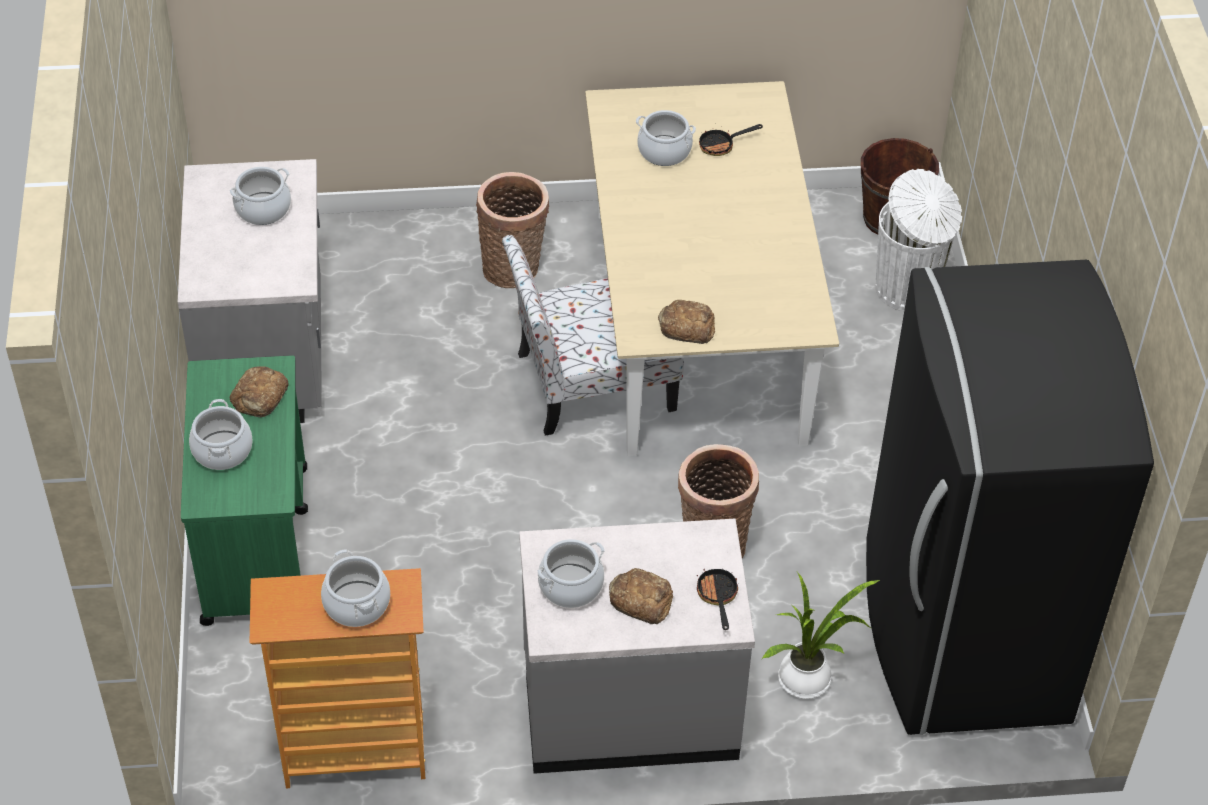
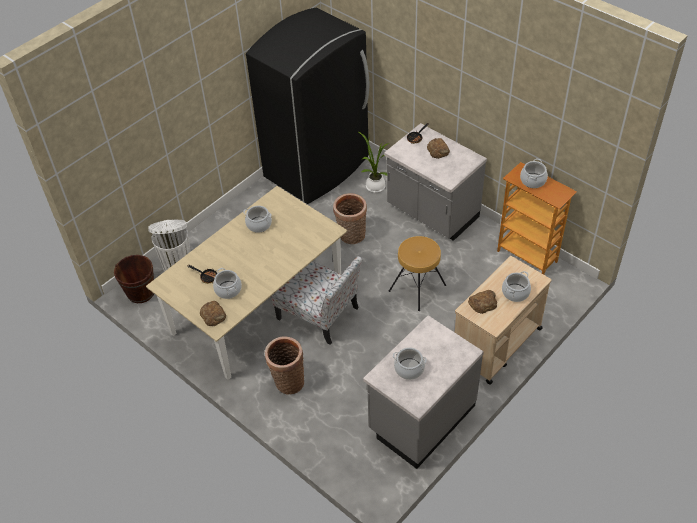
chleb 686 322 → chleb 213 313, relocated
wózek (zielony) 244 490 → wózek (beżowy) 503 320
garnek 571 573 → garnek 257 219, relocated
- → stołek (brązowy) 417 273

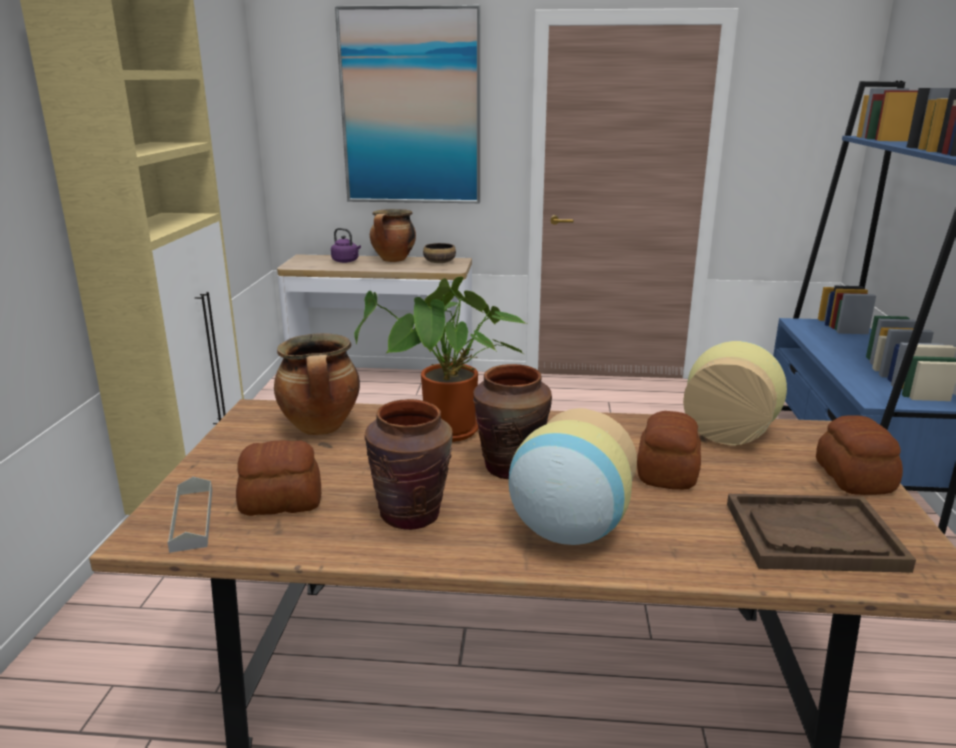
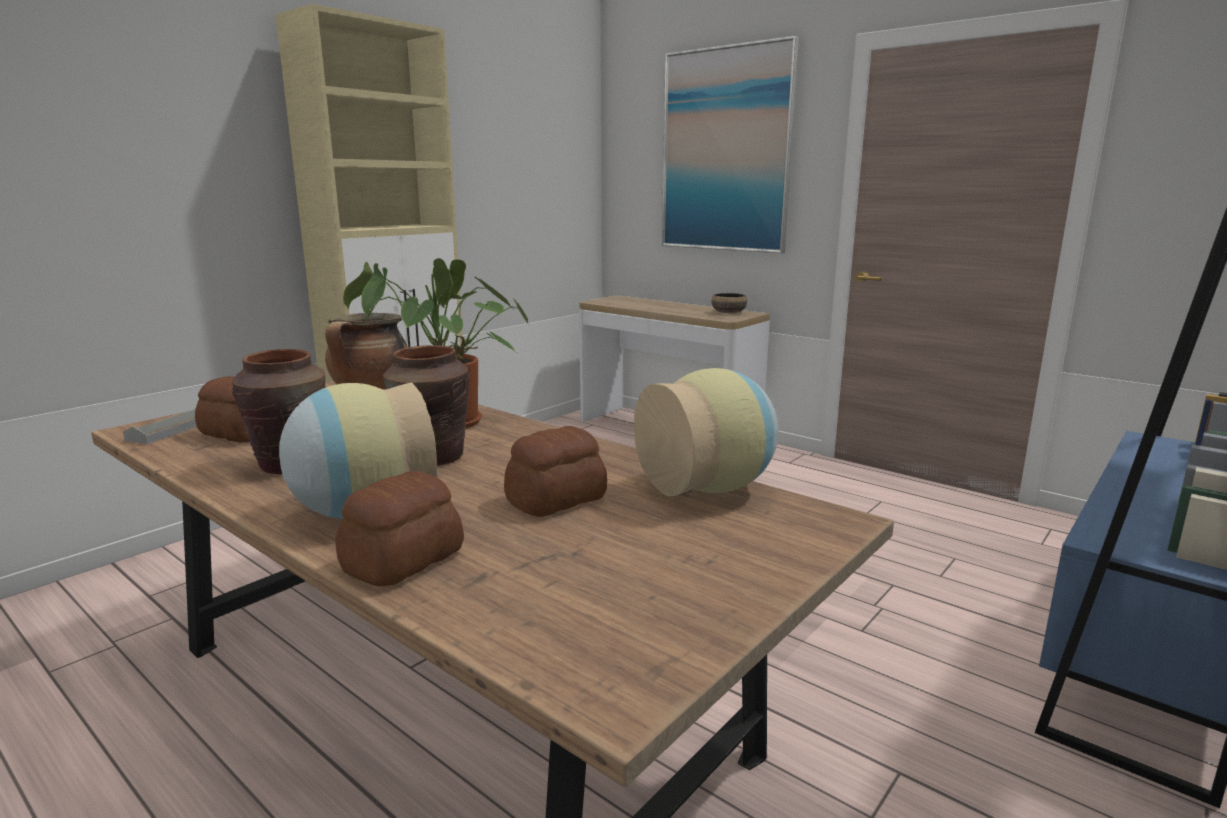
garnek 393 235 → -
czajnik (fioletowy) 346 245 → -
chleb 859 455 → chleb 399 528, relocated
taca (brązowy) 821 533 → -

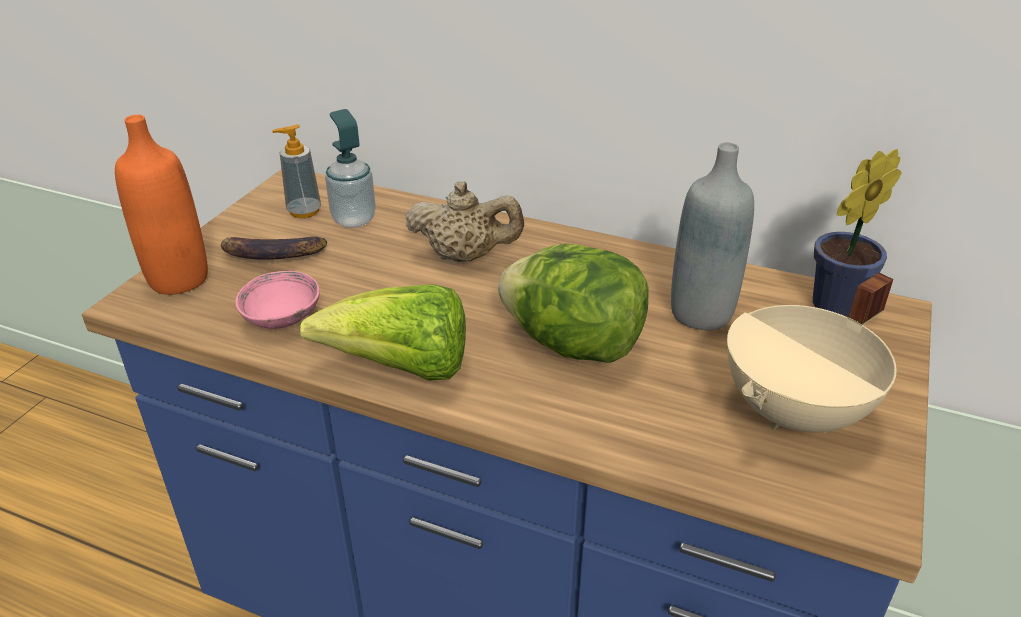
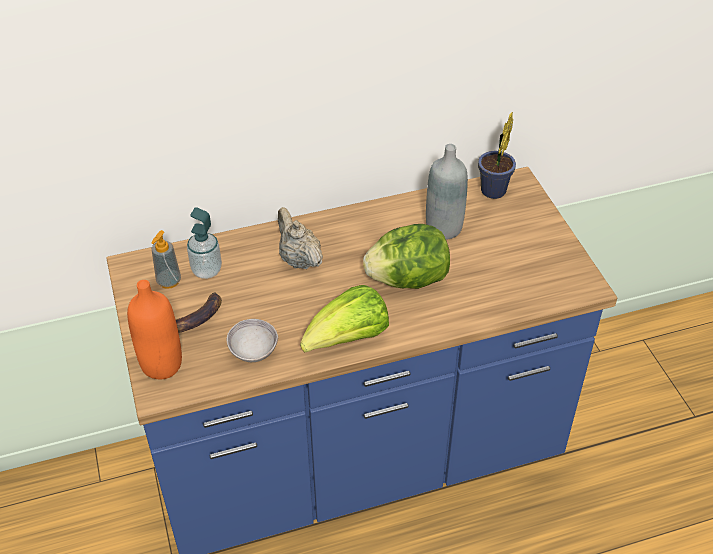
imbryk (beżowy) 464 222 → imbryk (beżowy) 300 238, 90 degrees counterclockwise
miska (różowy) 277 300 → miska (szary) 252 340
garnek (beżowy) 812 353 → -

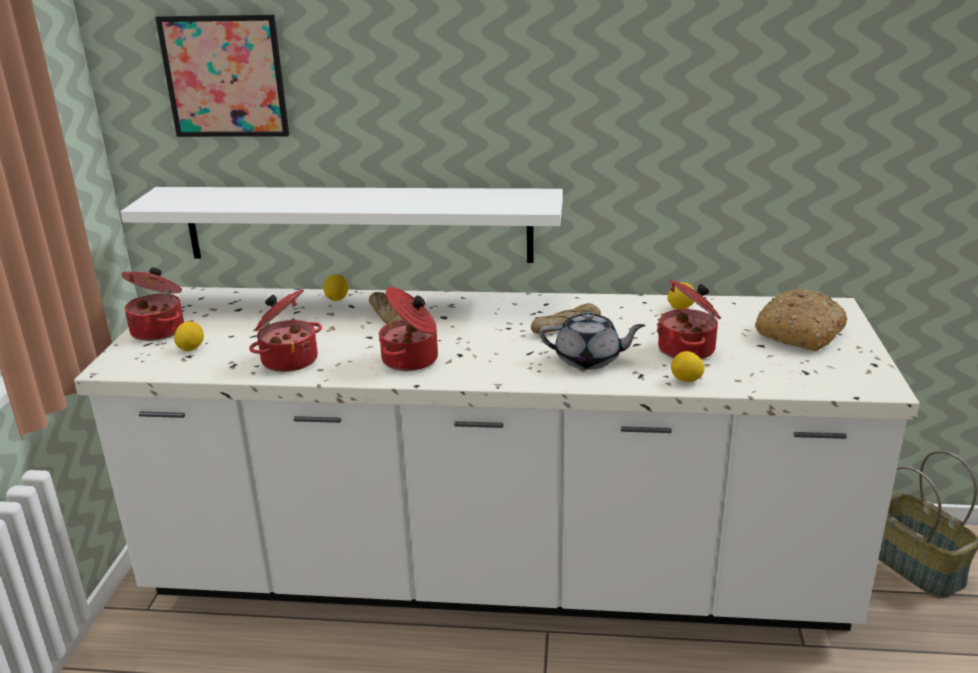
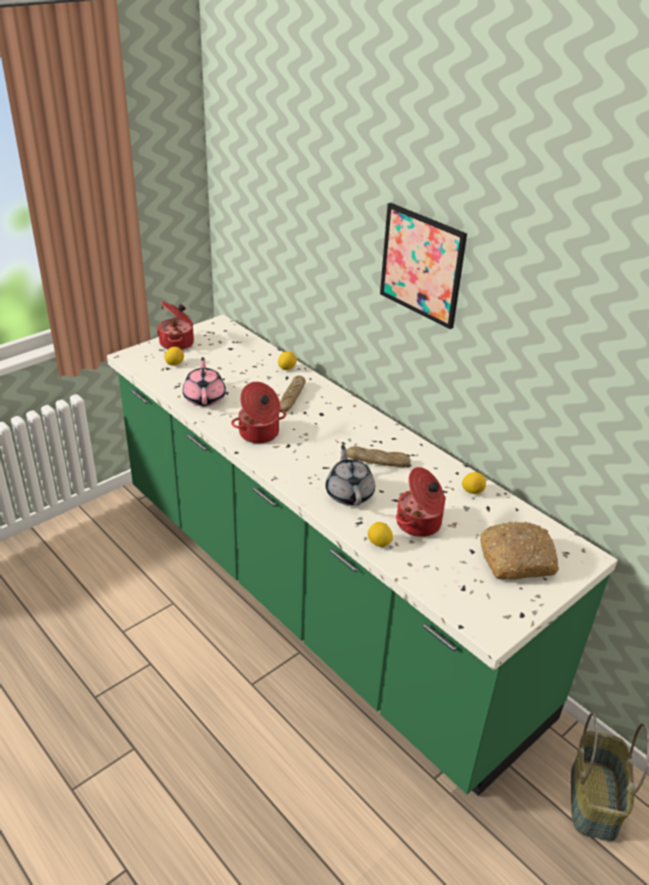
obraz 222 76 → obraz 423 266, relocated
półka (biały) 342 225 → -
zabudowa kuchenna (biały) 497 459 → zabudowa kuchenna (zielony) 362 555
garnek 285 330 → imbryk (różowy) 204 381
imbryk (szary) 592 341 → imbryk (szary) 350 475, 150 degrees counterclockwise

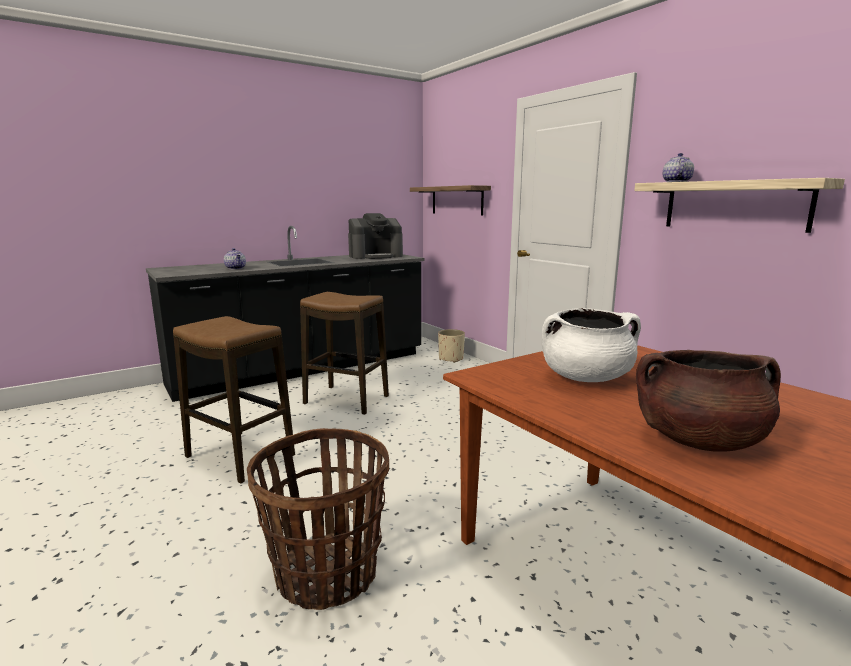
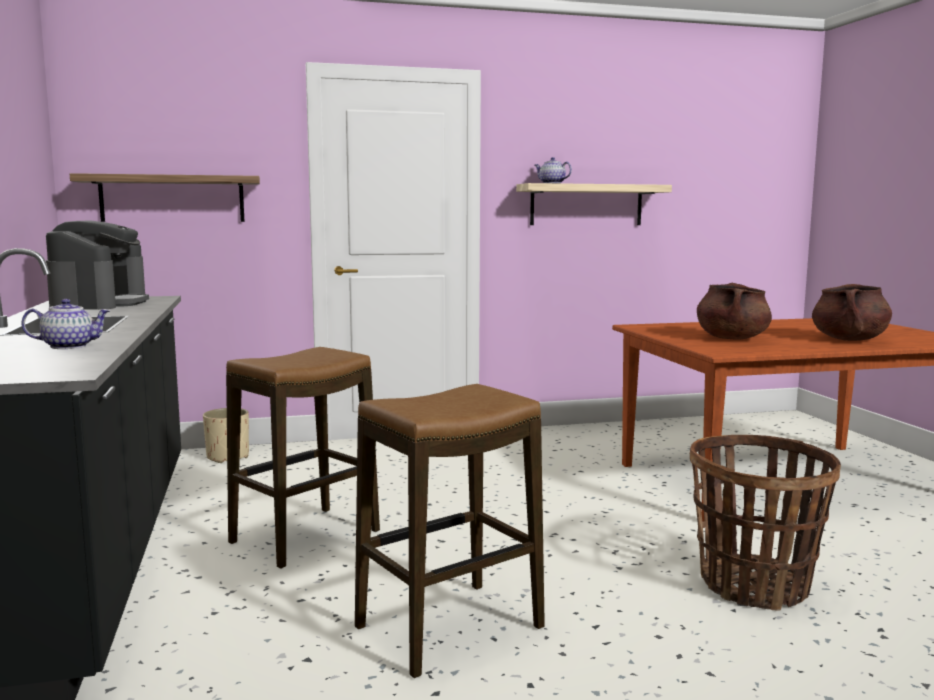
garnek (biały) 591 345 → garnek (brązowy) 734 311

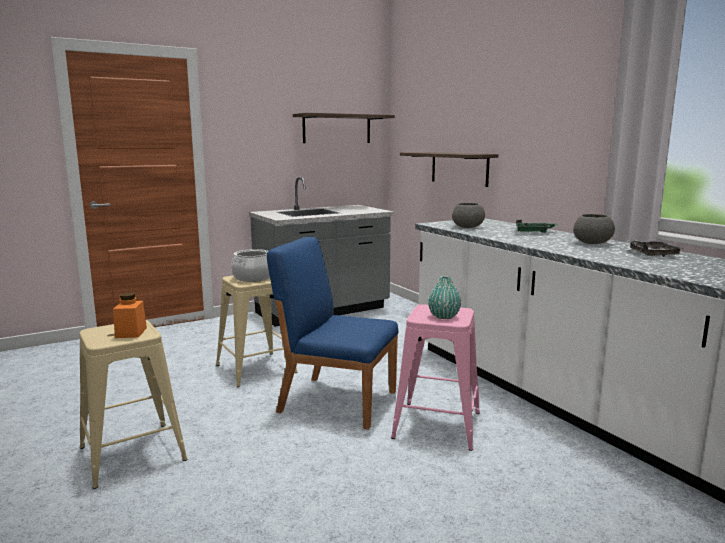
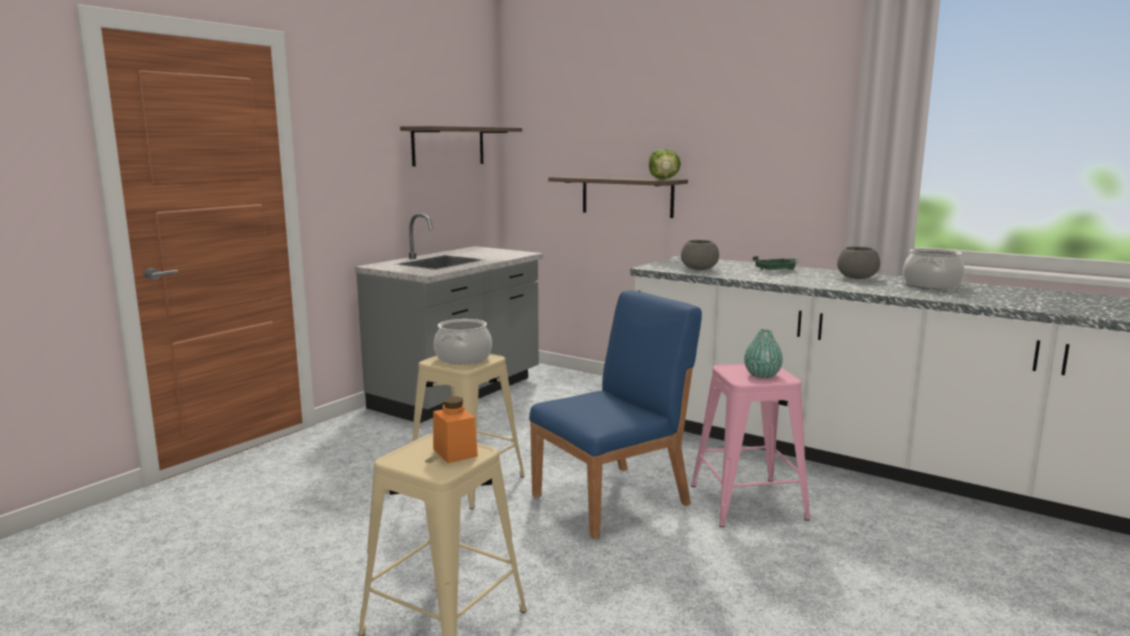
krzesło (niebieski) 333 333 → krzesło (niebieski) 615 414, 150 degrees clockwise
taca (szary) 655 248 → garnek 934 268
- → sałata 665 164

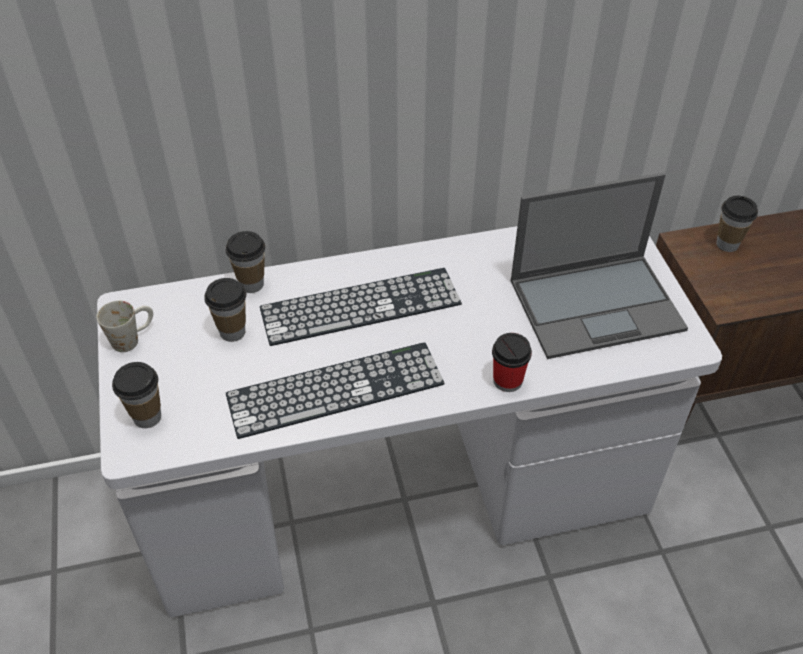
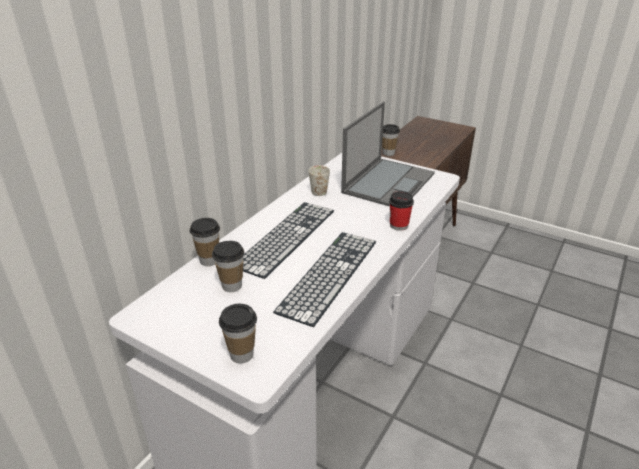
kubek (biały) 125 326 → kubek (biały) 319 180, relocated

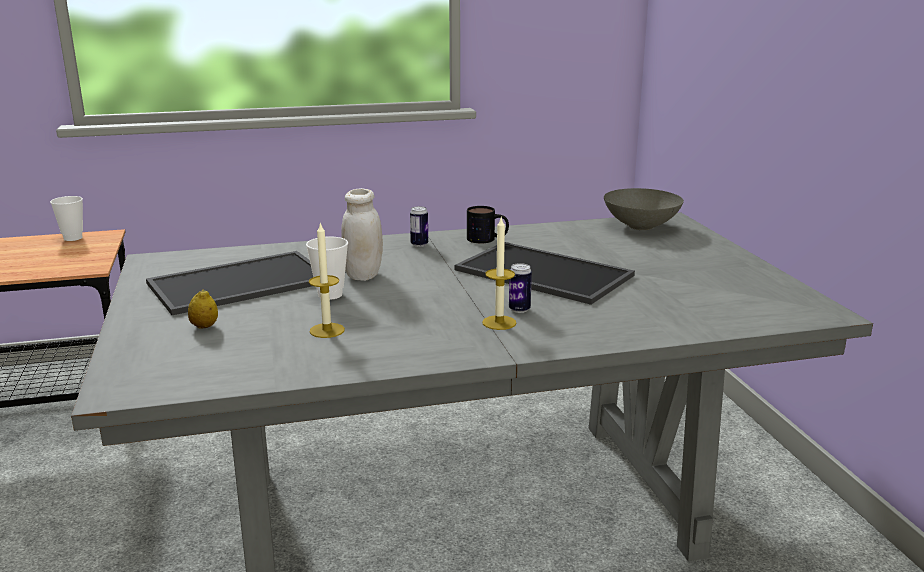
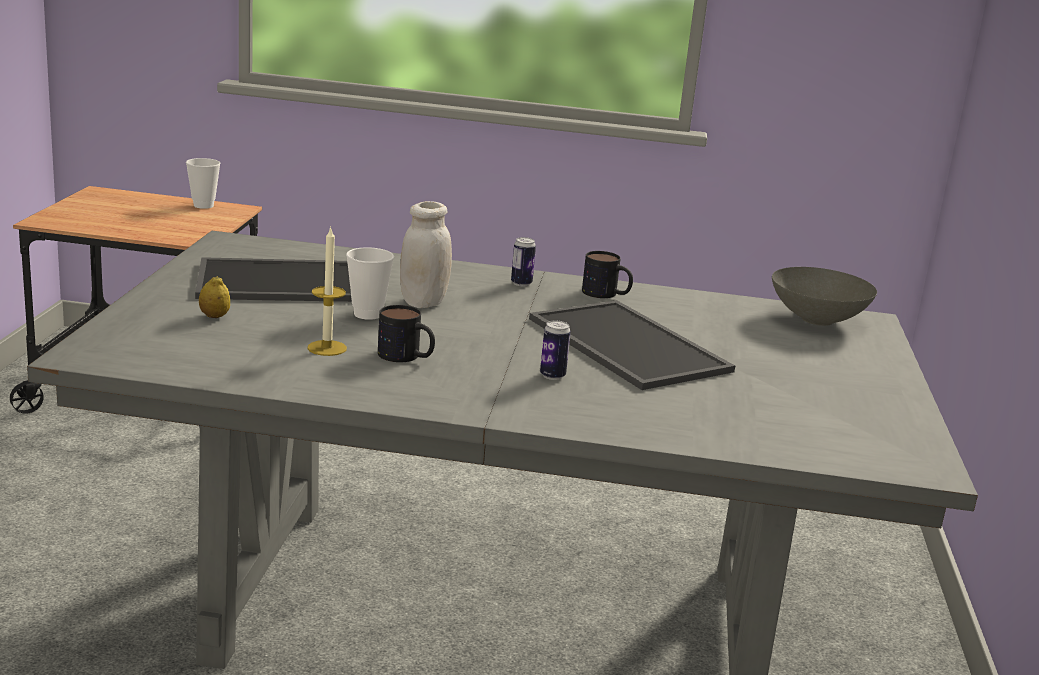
świeca 499 274 → -
- → kubek 406 333

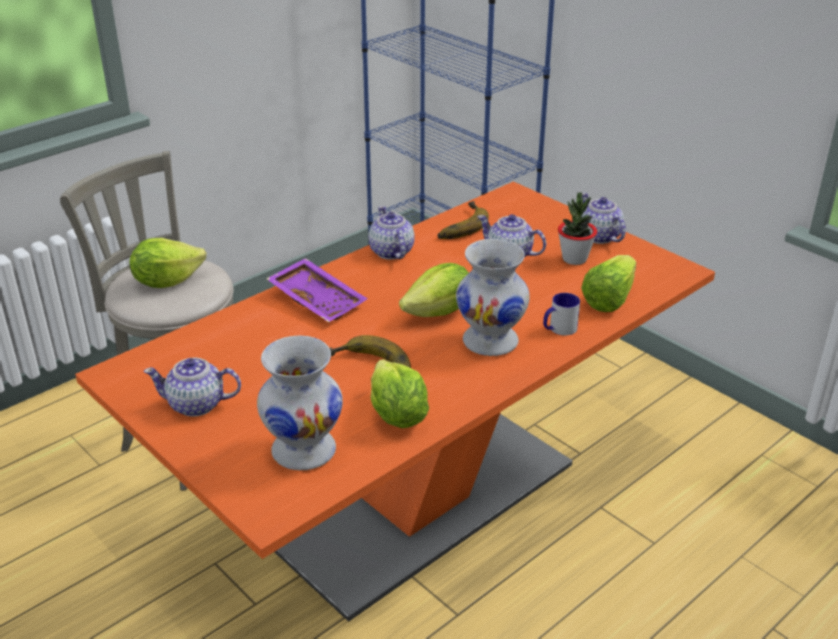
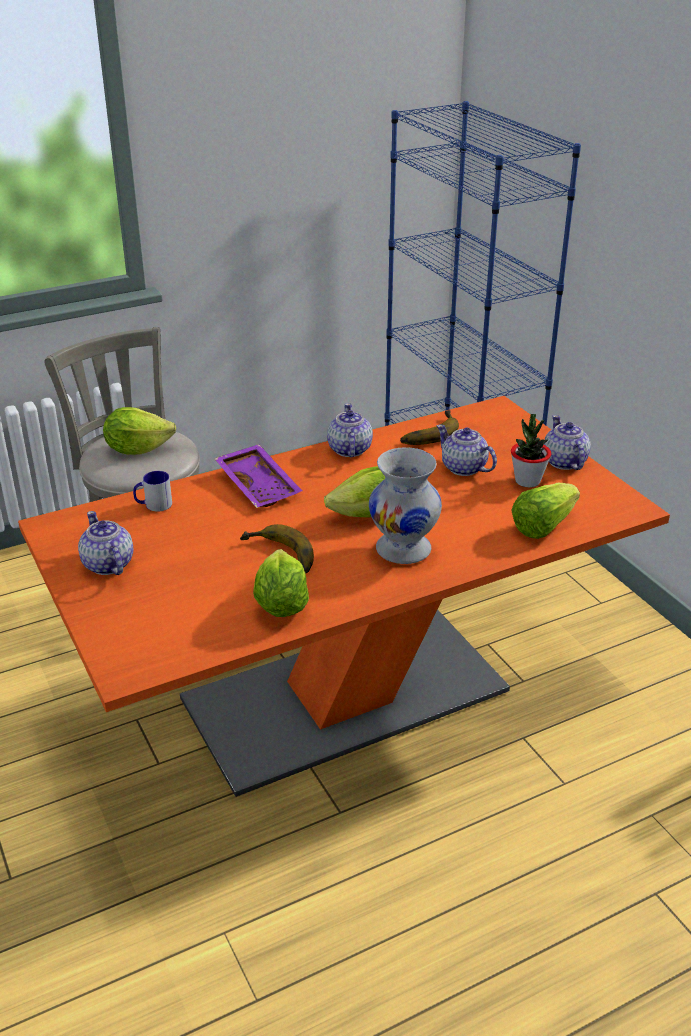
kubek 561 314 → kubek 152 491, relocated
wazon (biały) 300 403 → -
imbryk 192 387 → imbryk 105 543, 45 degrees clockwise

